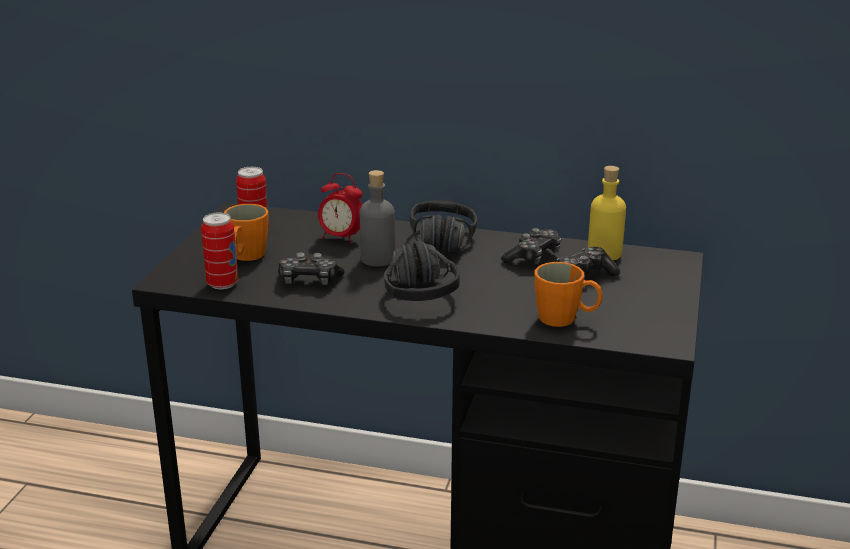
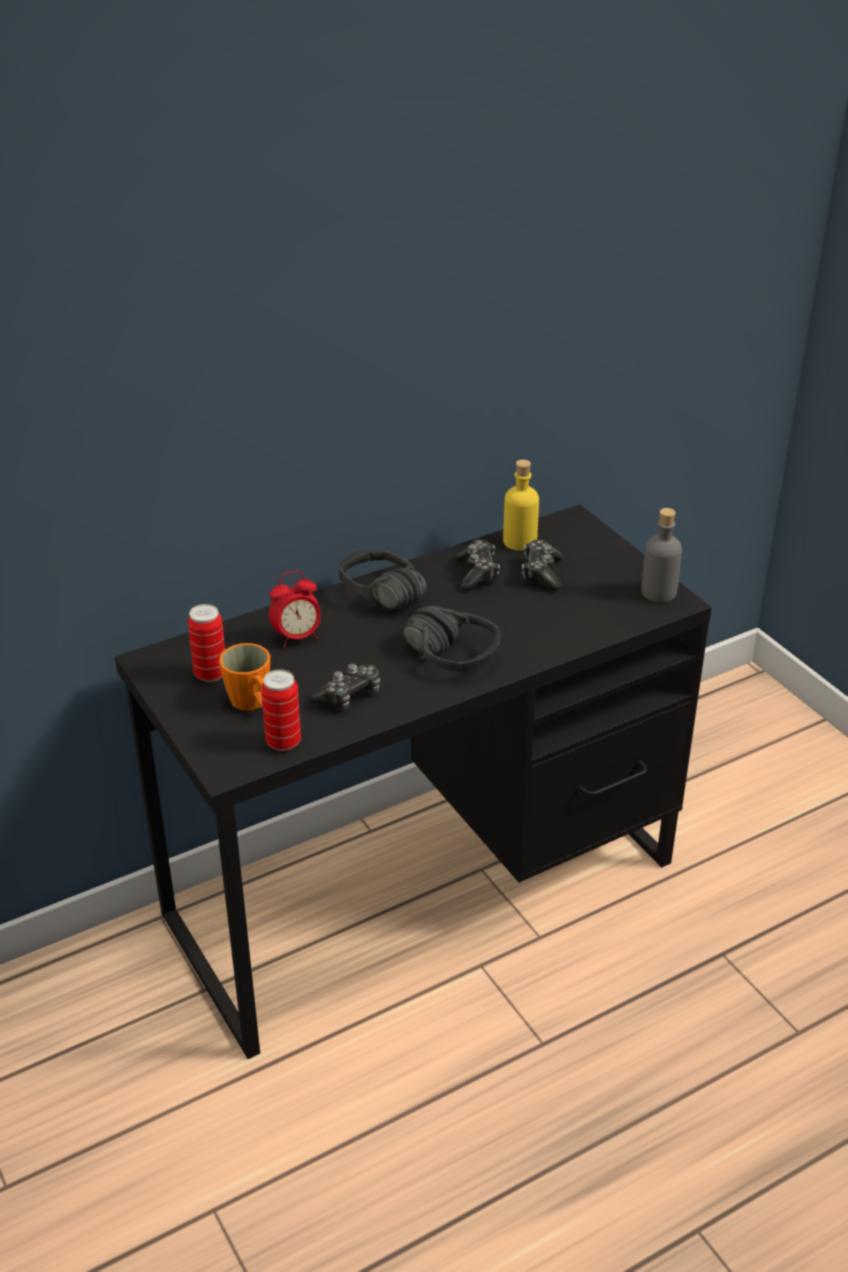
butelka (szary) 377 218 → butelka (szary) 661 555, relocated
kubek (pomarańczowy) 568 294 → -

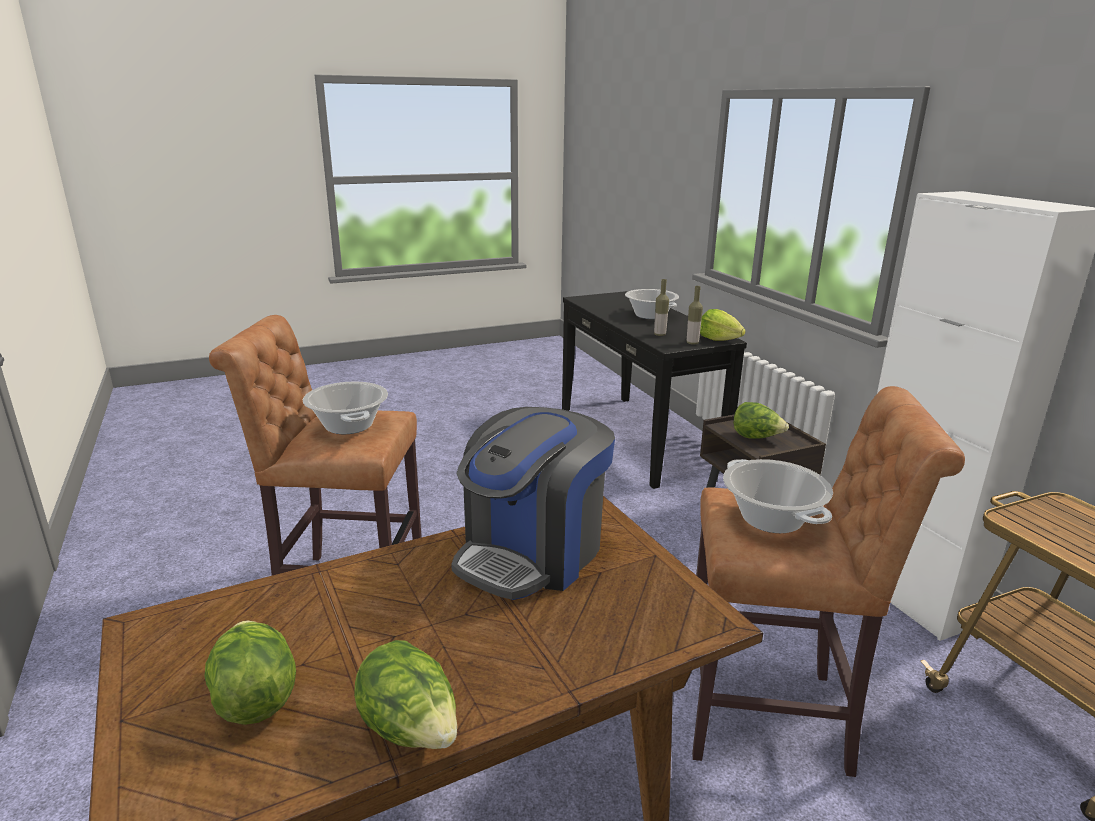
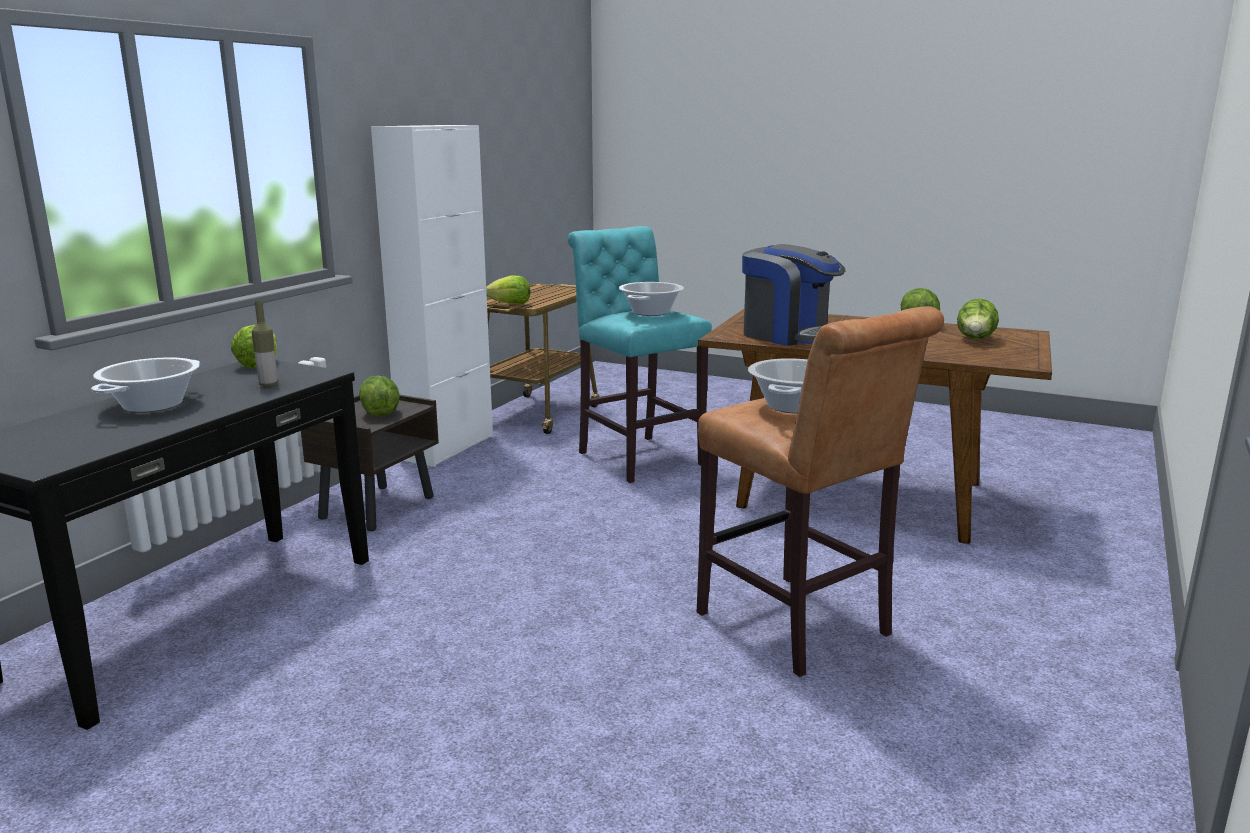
butelka 695 315 → -
stołek (brązowy) 828 581 → stołek (turkusowy) 640 354
ekspres do kawy 533 503 → ekspres do kawy 794 295, 45 degrees clockwise
- → sałata 508 290

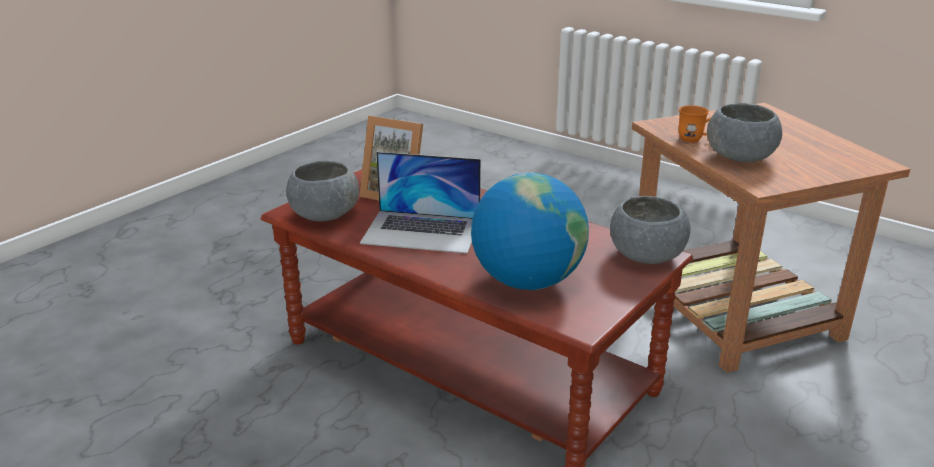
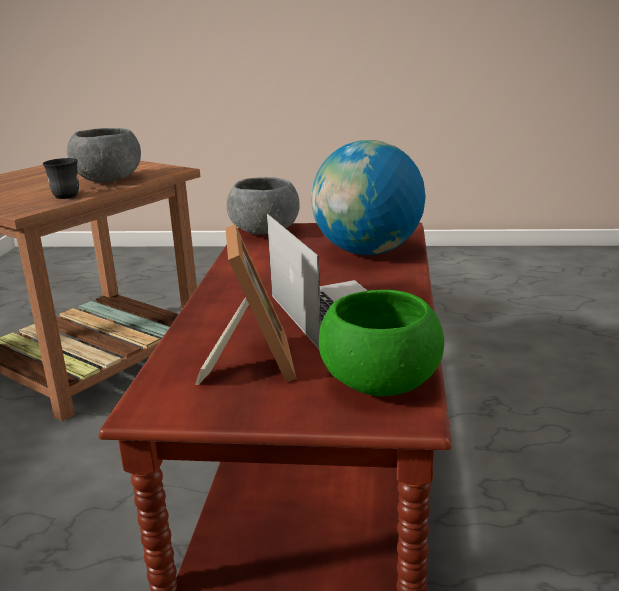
kubek (pomarańczowy) 695 124 → kubek (szary) 61 178
miska (szary) 322 191 → miska (zielony) 381 343

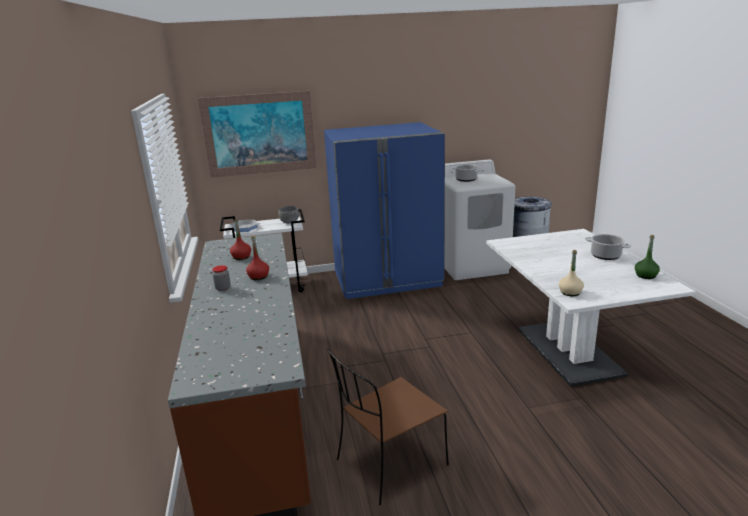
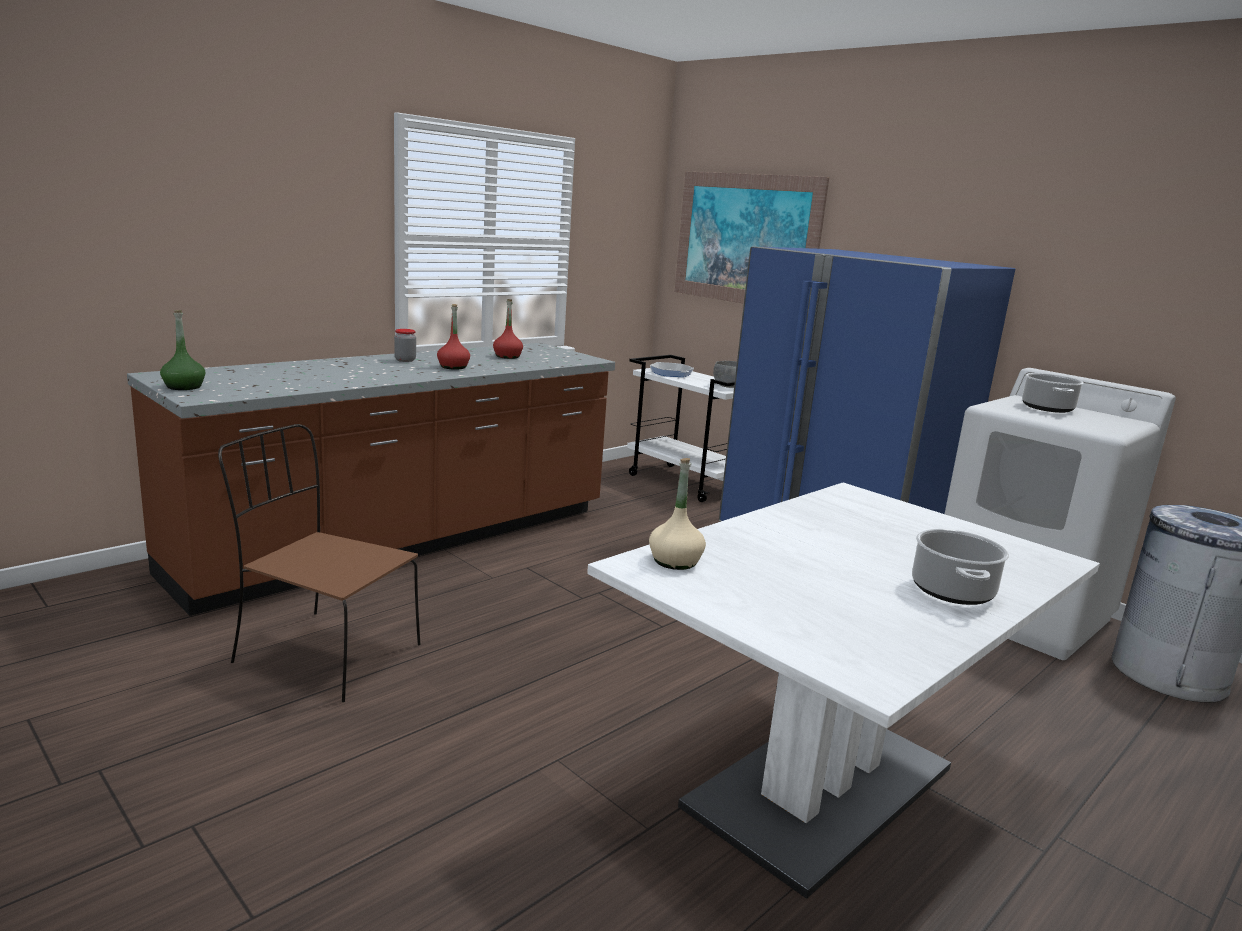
butelka (zielony) 647 257 → butelka (zielony) 183 350, relocated

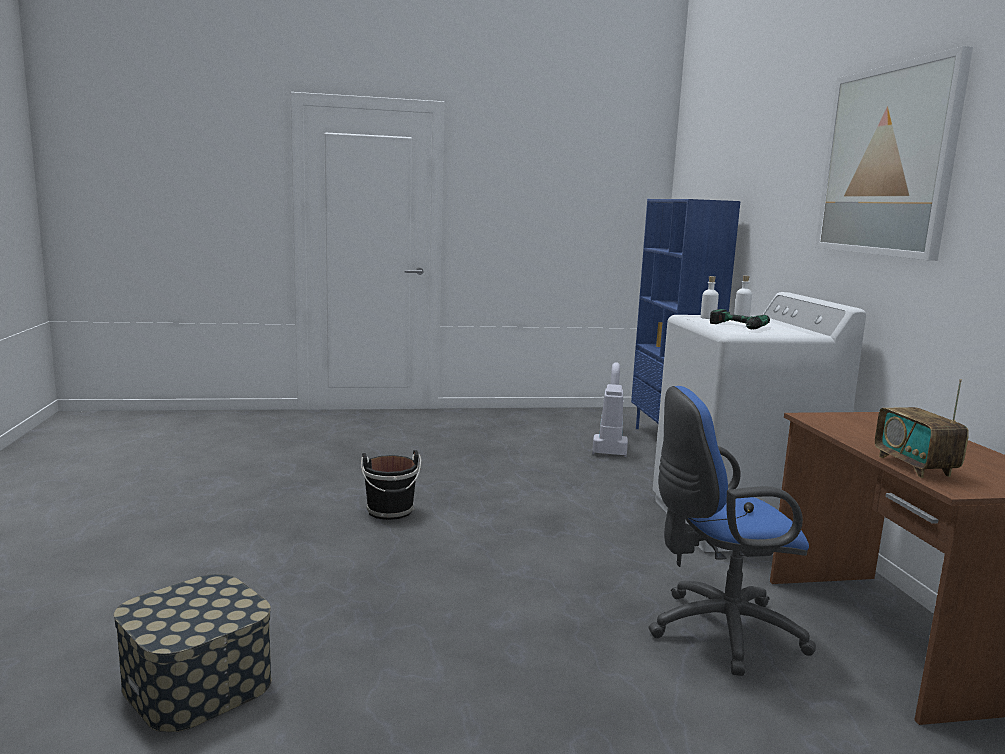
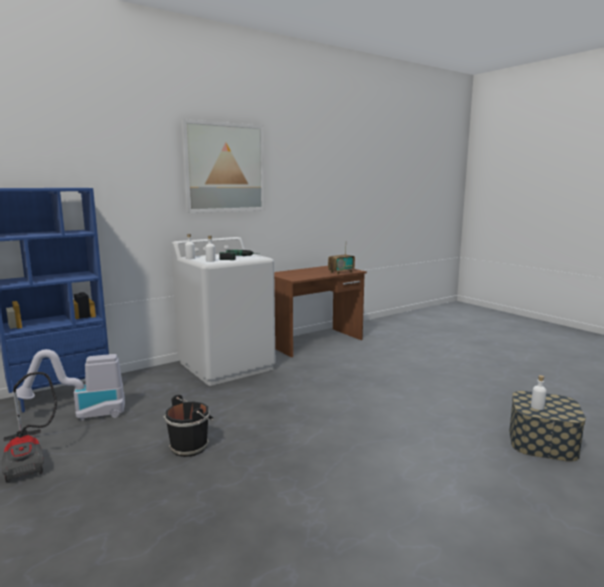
krzesło biurowe (niebieski) 732 531 → -
wiadro (czarny) 391 485 → wiadro (czarny) 188 426, relocated
- → odkurzacz 29 427
- → butelka (biały) 539 392

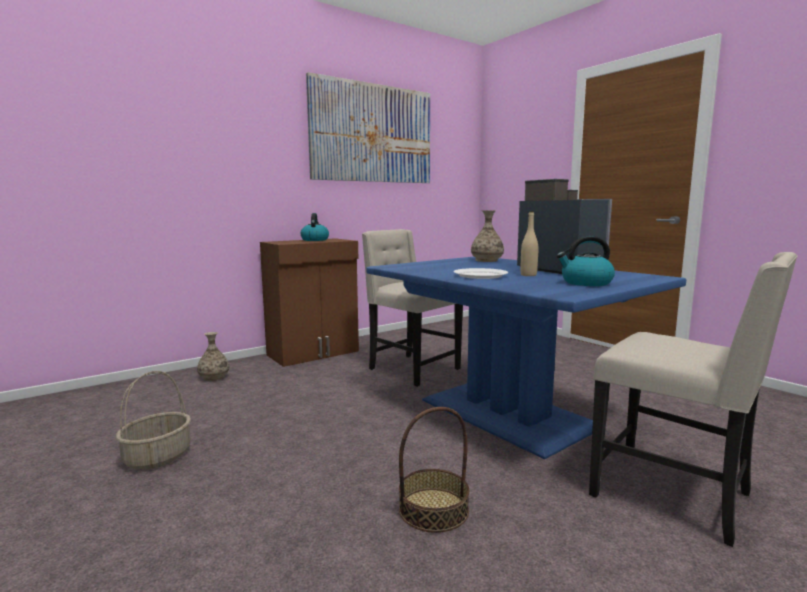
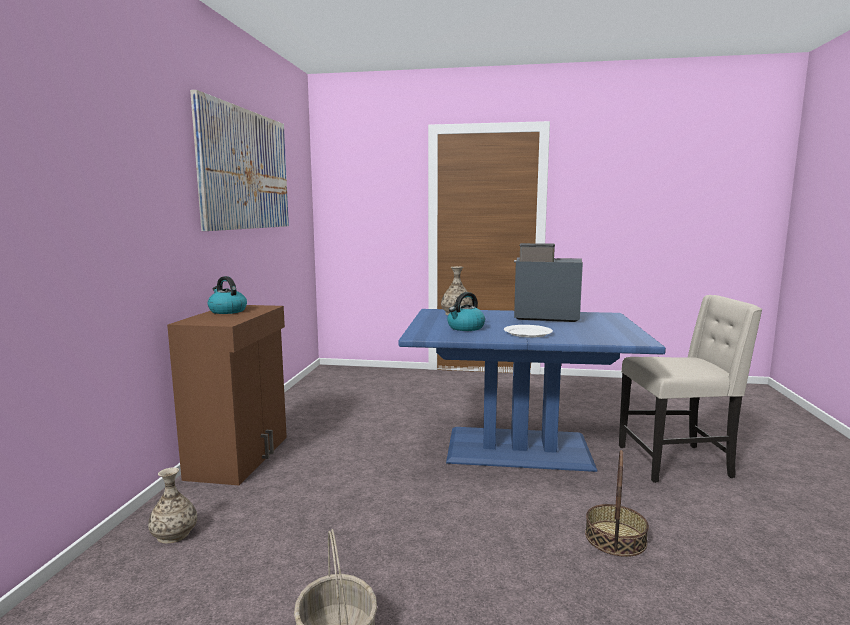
butelka (beżowy) 529 243 → -
krzesło (beżowy) 412 308 → -
czajnik 586 261 → czajnik 466 311, relocated

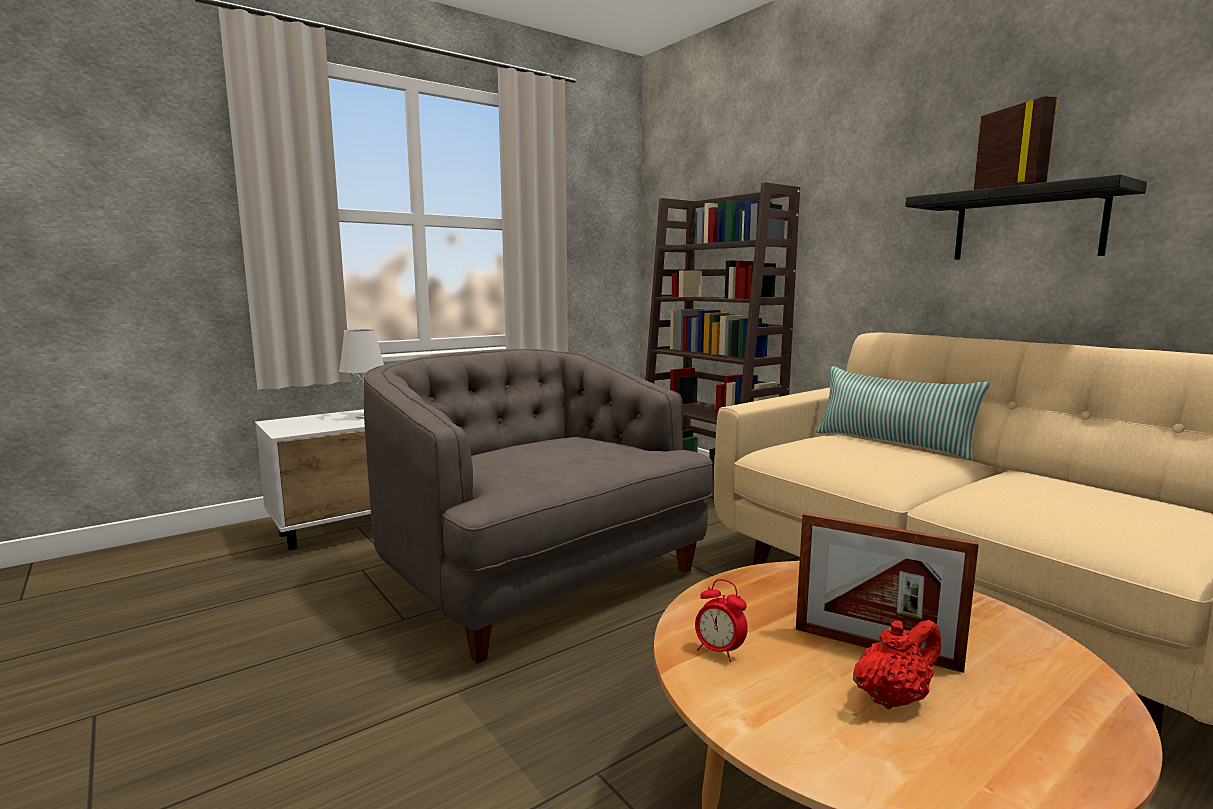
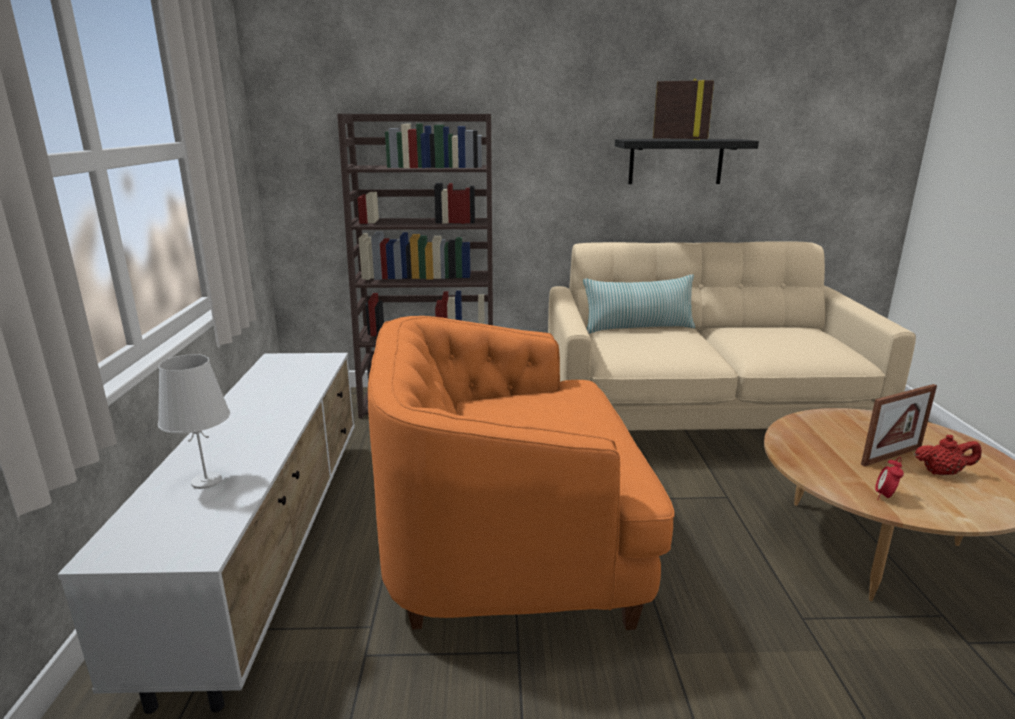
fotel (szary) 538 506 → fotel (pomarańczowy) 521 473
budzik 721 620 → budzik 889 478, 135 degrees clockwise
imbryk (czerwony) 897 664 → imbryk (czerwony) 948 455, 90 degrees clockwise

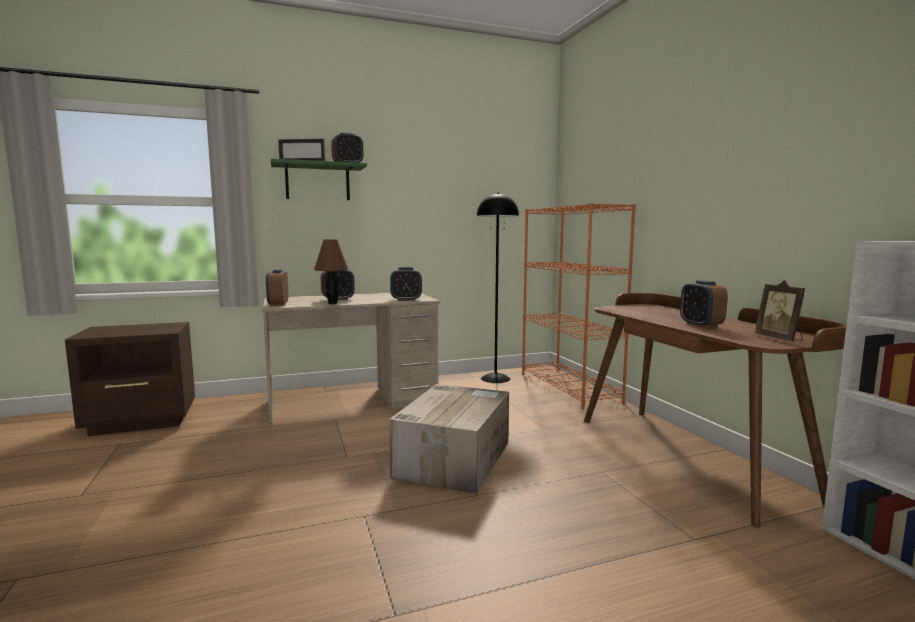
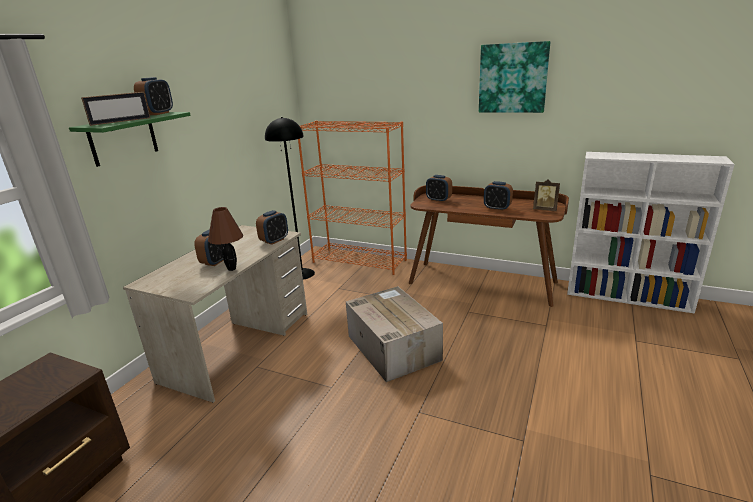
budzik 277 287 → budzik 439 188, relocated
- → obraz 514 77

